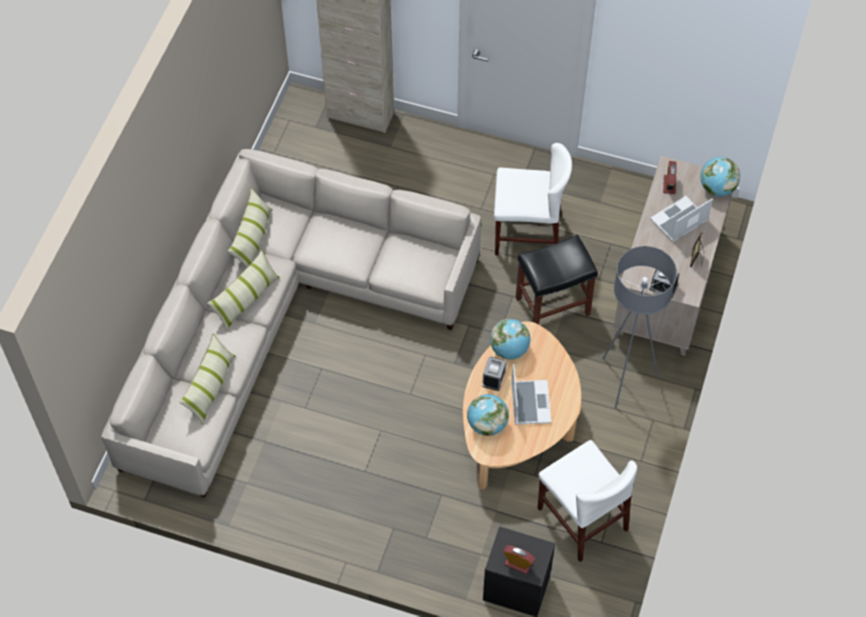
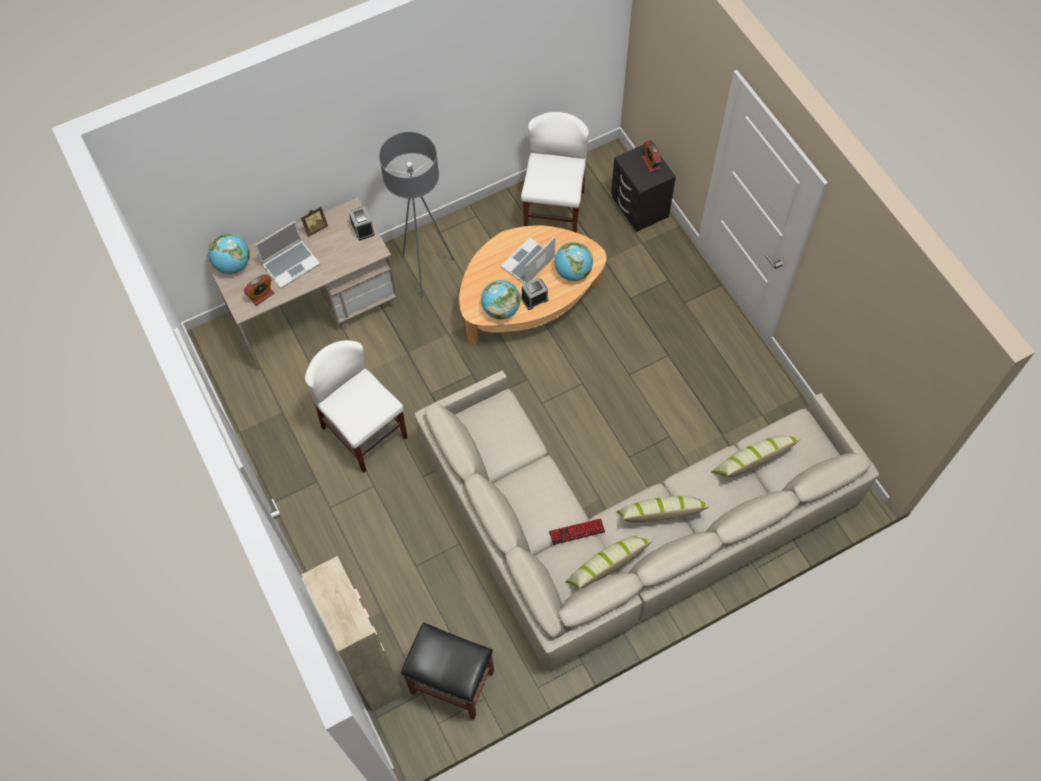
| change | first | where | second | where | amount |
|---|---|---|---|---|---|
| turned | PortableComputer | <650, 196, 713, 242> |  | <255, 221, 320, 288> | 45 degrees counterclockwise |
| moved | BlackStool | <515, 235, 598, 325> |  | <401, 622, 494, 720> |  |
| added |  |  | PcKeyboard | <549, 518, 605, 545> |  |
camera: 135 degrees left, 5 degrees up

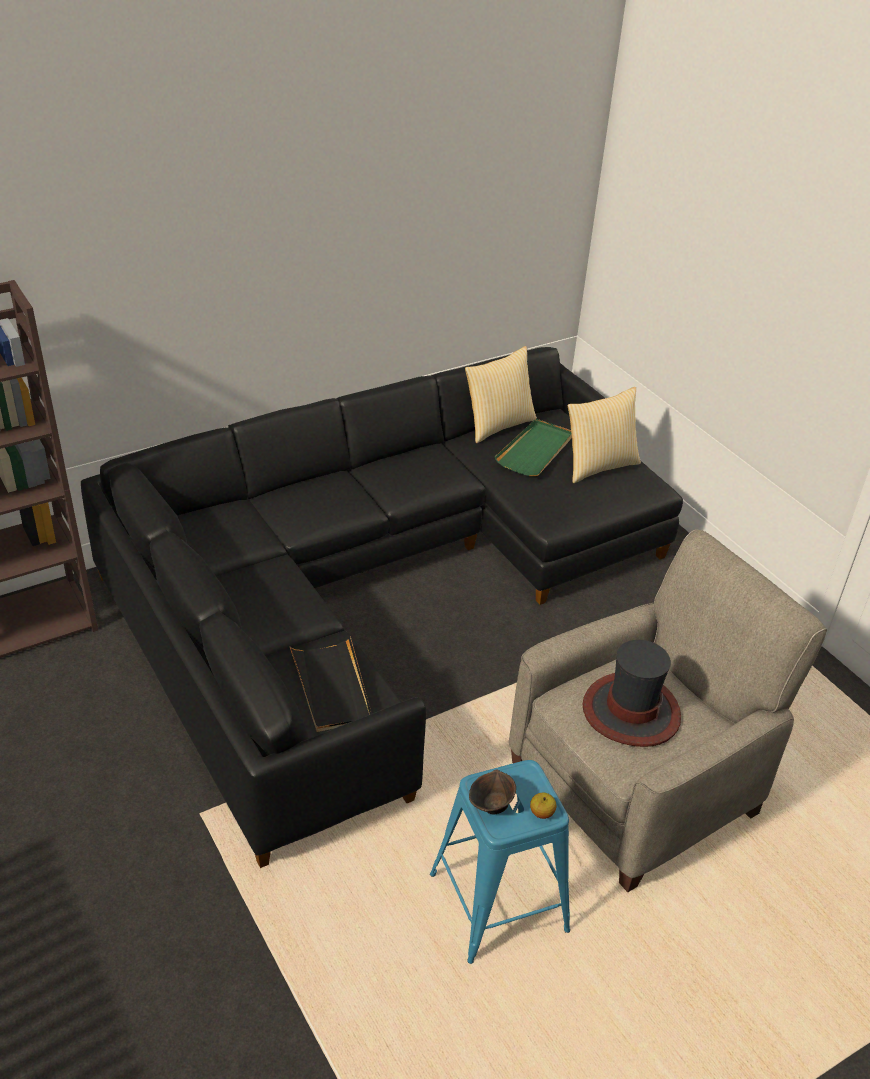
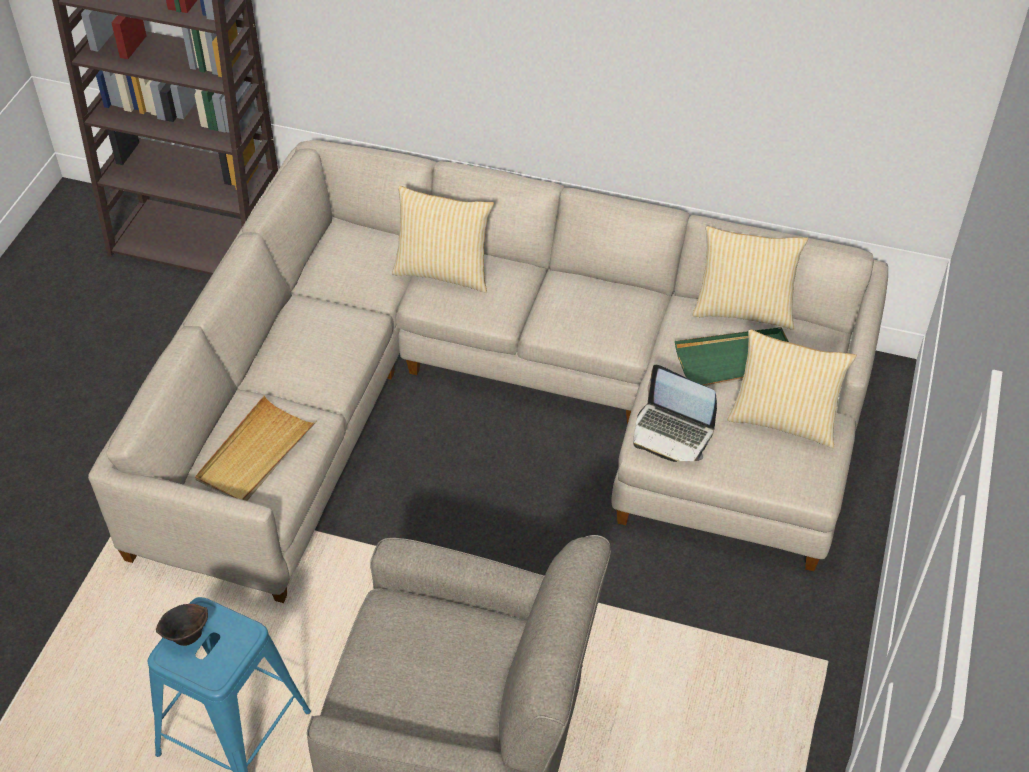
| change | first | where | second | where | amount |
|---|---|---|---|---|---|
| recoloured | BlackCouch | <81, 347, 683, 868> | BeigeCouch | <88, 140, 888, 603> |  |
| recoloured | BlackCarryingTray | <289, 636, 372, 732> | BeigeCarryingTray | <195, 395, 316, 501> |  |
| added |  |  | Cushion | <392, 186, 494, 293> |  |
| added |  |  | PortableComputer | <633, 364, 717, 462> |  |
| removed | AppleFruit | <530, 793, 556, 819> |  |  |  |
| removed | WearableHat | <582, 640, 681, 747> |  |  |  |
camera: 50 degrees right, 10 degrees up

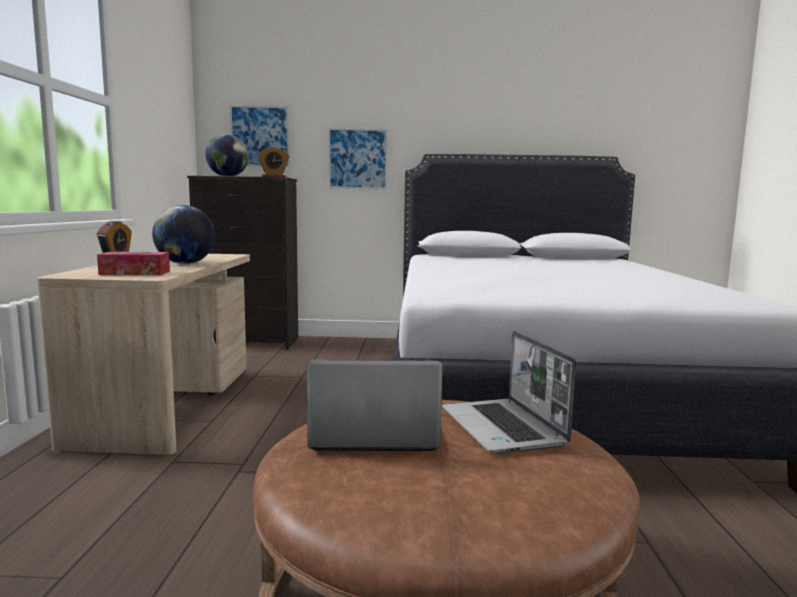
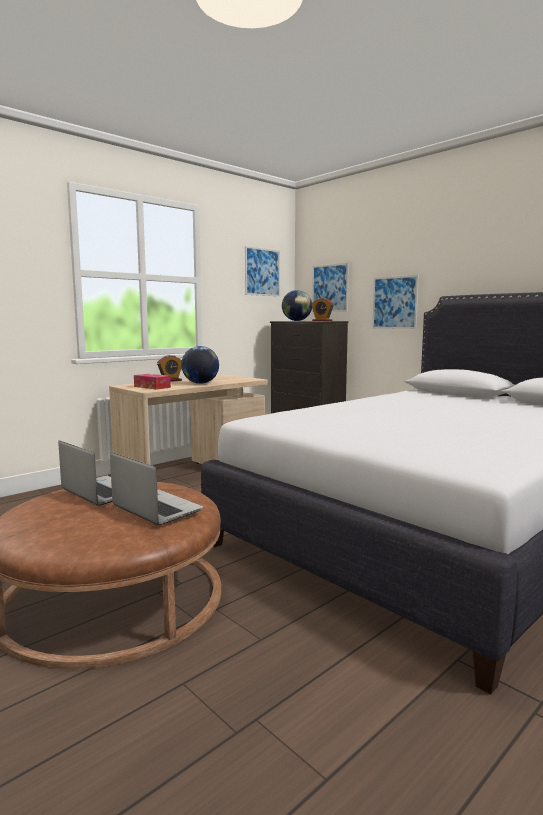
| change | first | where | second | where | amount |
|---|---|---|---|---|---|
| turned | PortableComputer | <442, 331, 576, 454> |  | <110, 452, 204, 525> | 105 degrees clockwise |
| added |  |  | WallPicture | <245, 246, 280, 296> |  |
camera: 45 degrees right, 0 degrees up

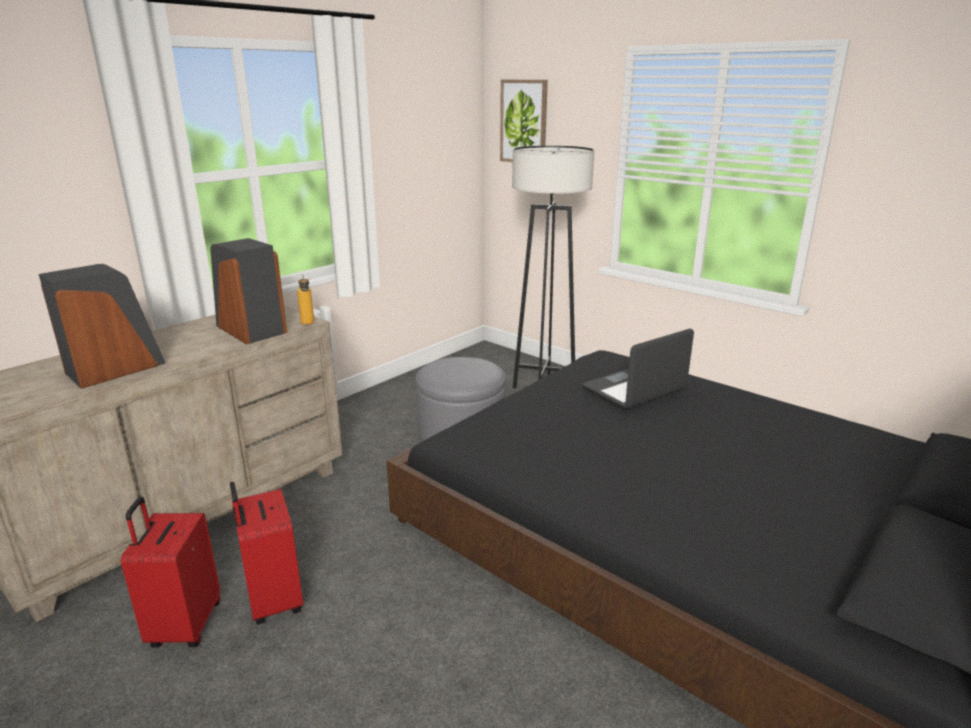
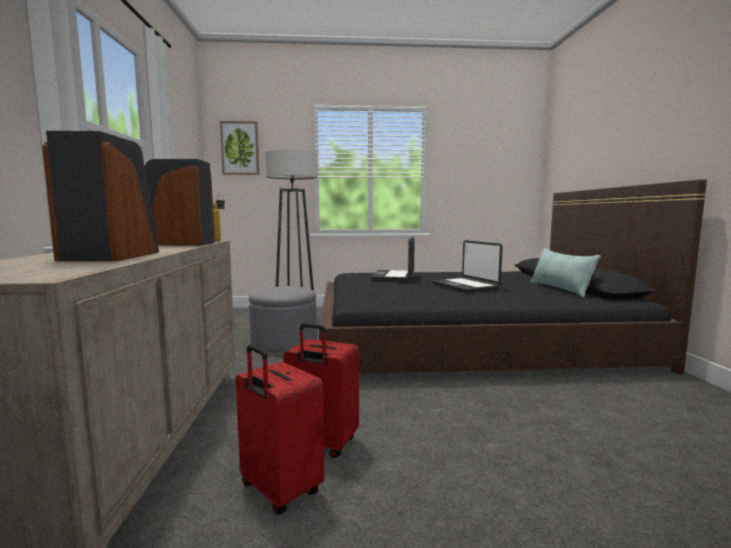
| change | first | where | second | where | amount |
|---|---|---|---|---|---|
| added |  |  | PortableComputer | <432, 240, 503, 292> |  |
| added |  |  | Cushion | <531, 248, 601, 298> |  |
camera: 45 degrees left, 15 degrees down

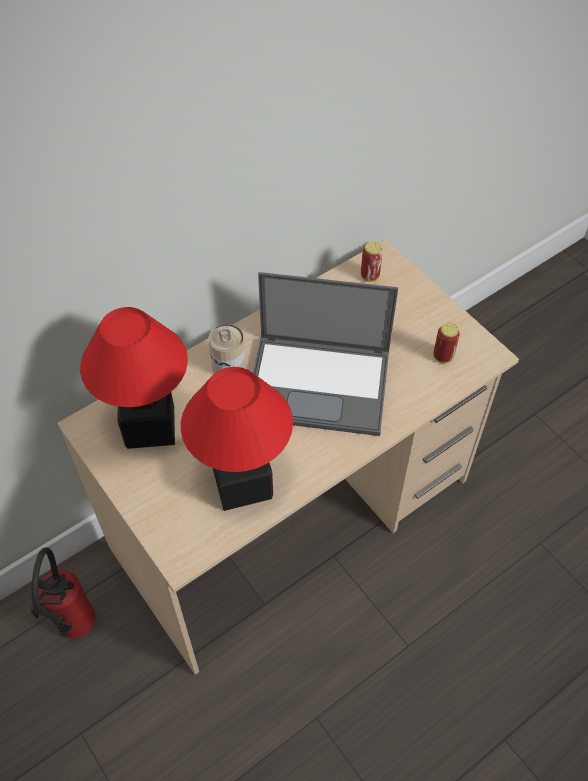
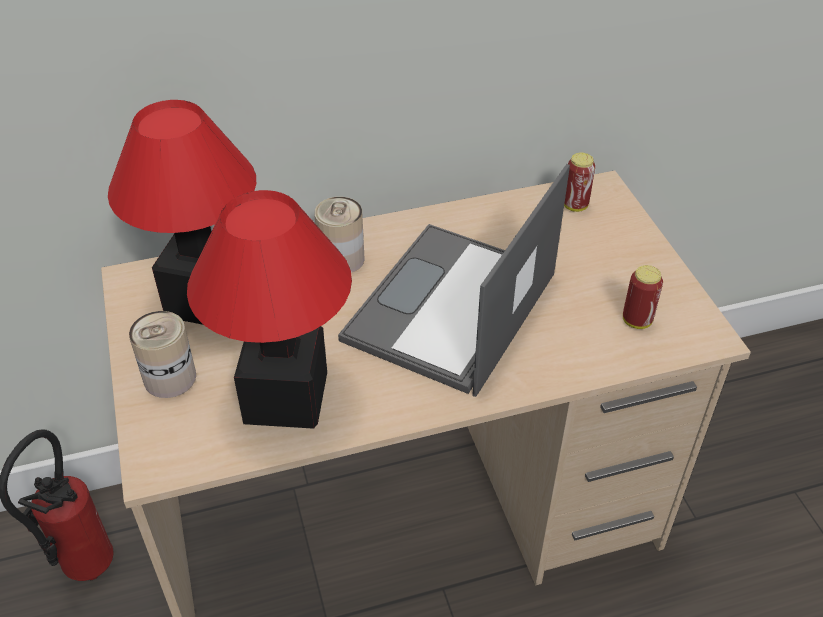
| change | first | where | second | where | amount |
|---|---|---|---|---|---|
| added |  |  | MetalCan | <129, 311, 196, 398> |  |
| turned | PortableComputer | <253, 272, 398, 436> |  | <338, 164, 570, 397> | 90 degrees clockwise |
camera: 20 degrees right, 10 degrees down

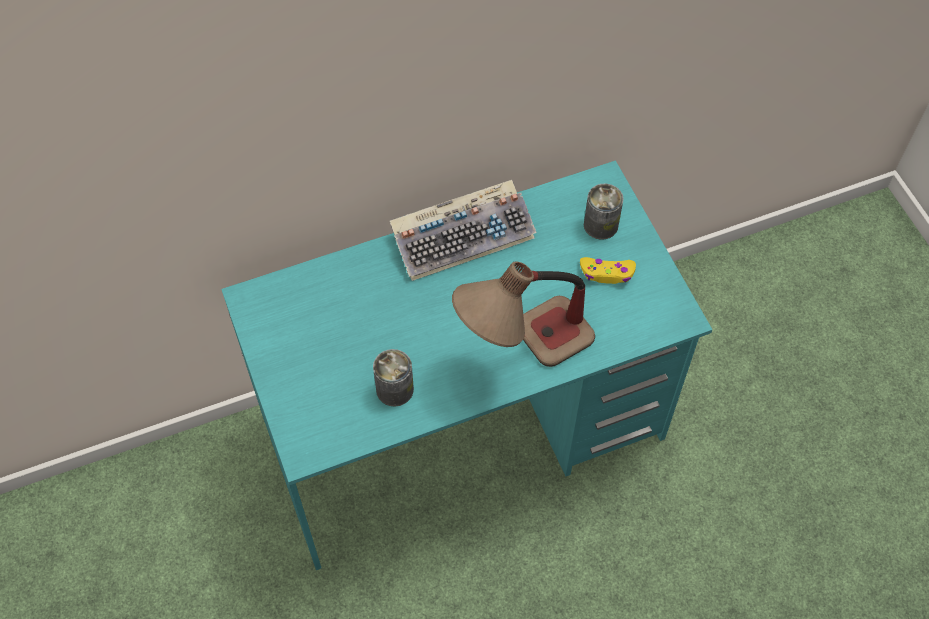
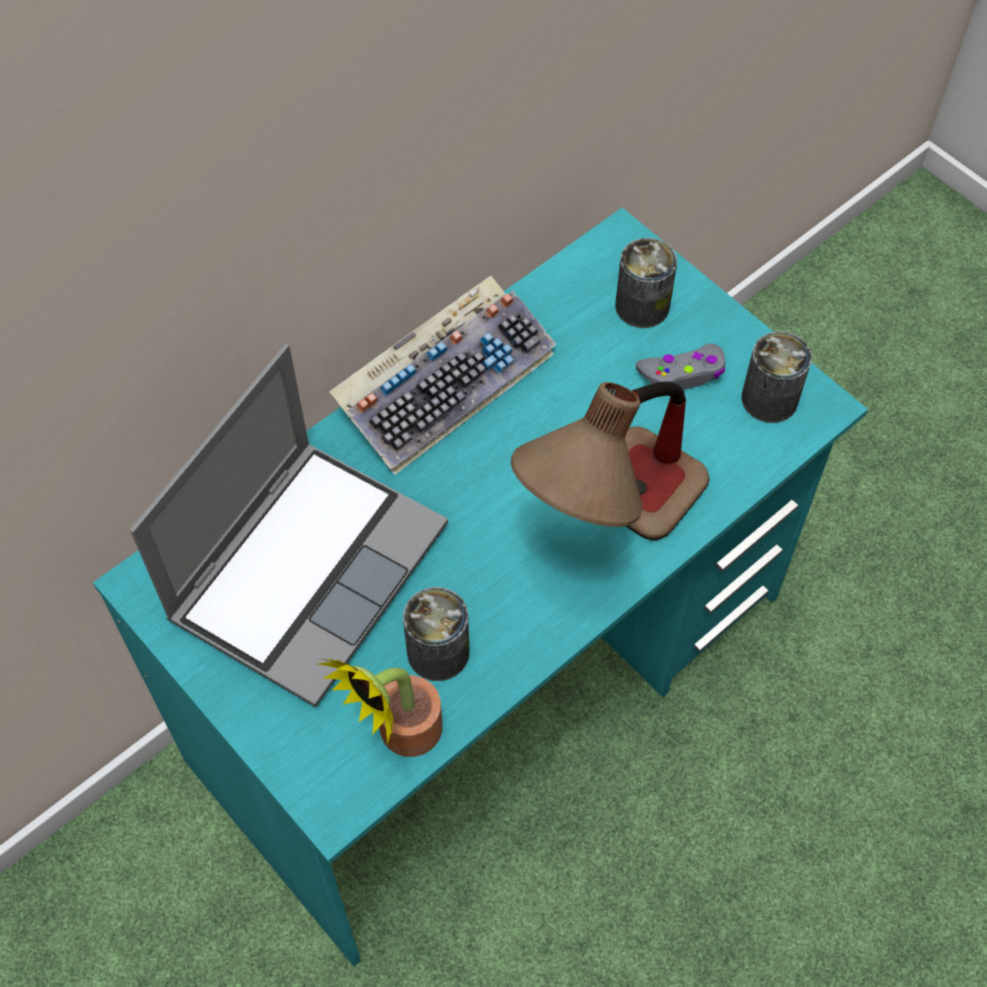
| change | first | where | second | where | amount |
|---|---|---|---|---|---|
| added |  |  | PortableComputer | <130, 344, 448, 707> |  |
| added |  |  | PottedPlant | <319, 659, 442, 757> |  |
| recoloured | YellowJoypad | <580, 257, 636, 284> | GreyishJoypad | <636, 344, 725, 390> |  |
| added |  |  | MetalCan | <742, 331, 812, 423> |  |
camera: 20 degrees left, 0 degrees up

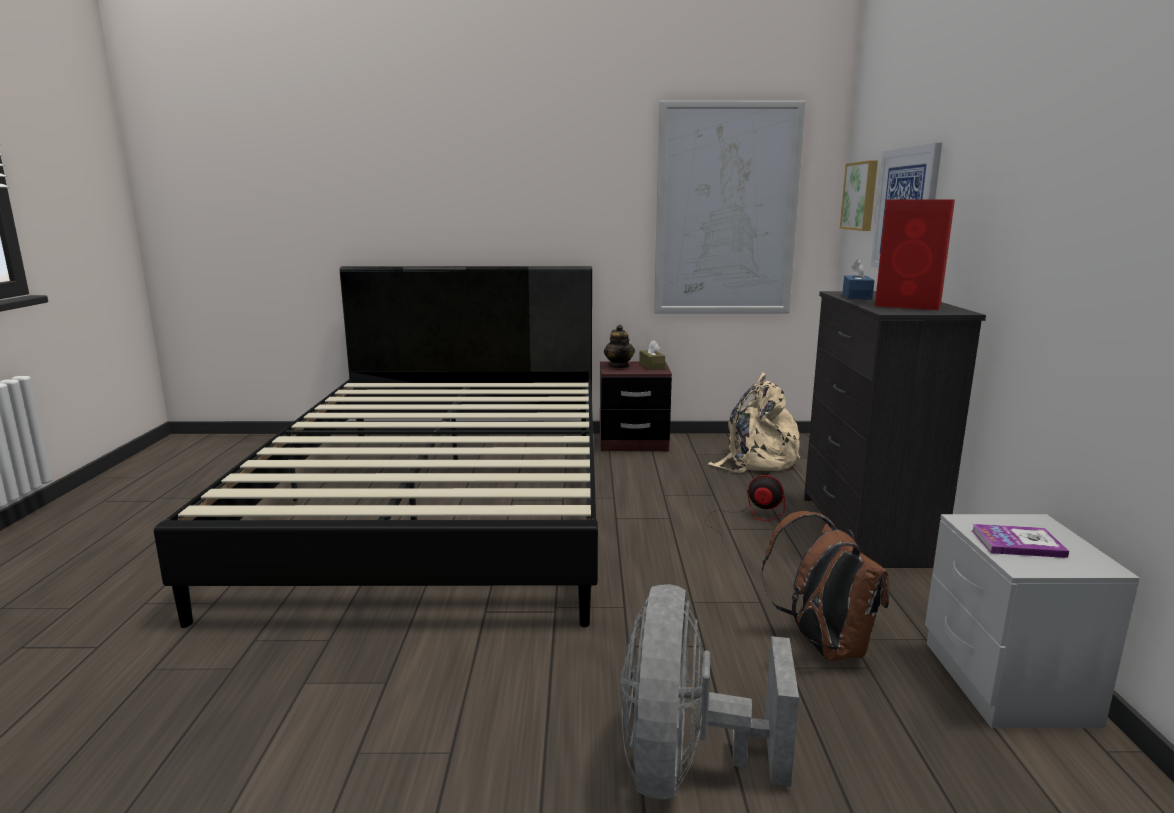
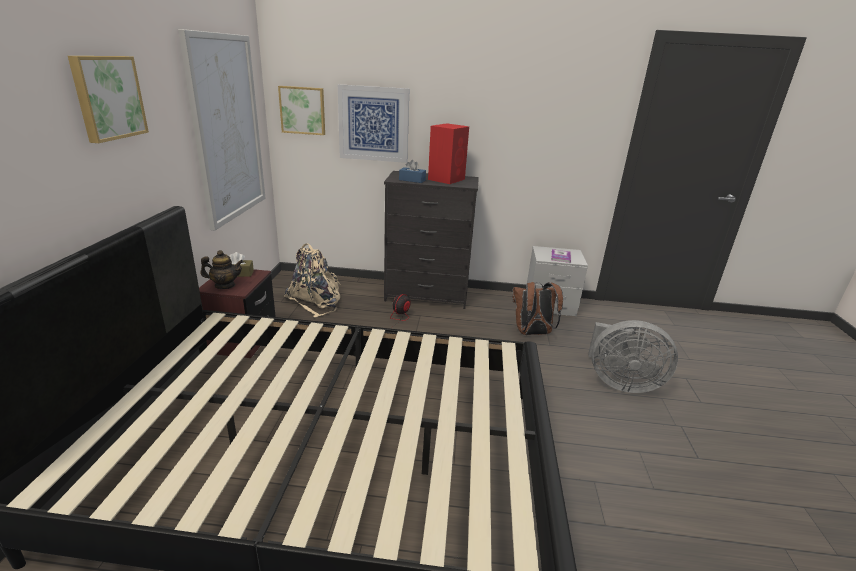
| change | first | where | second | where | amount |
|---|---|---|---|---|---|
| added |  |  | WallPicture | <68, 56, 149, 143> |  |
camera: 85 degrees left, 10 degrees up

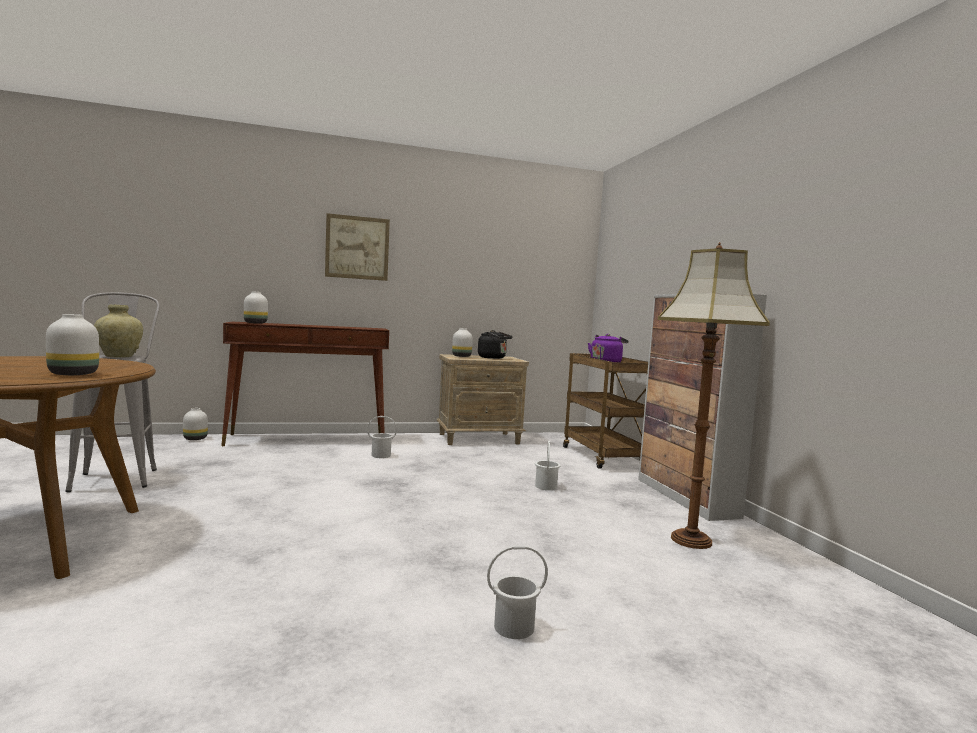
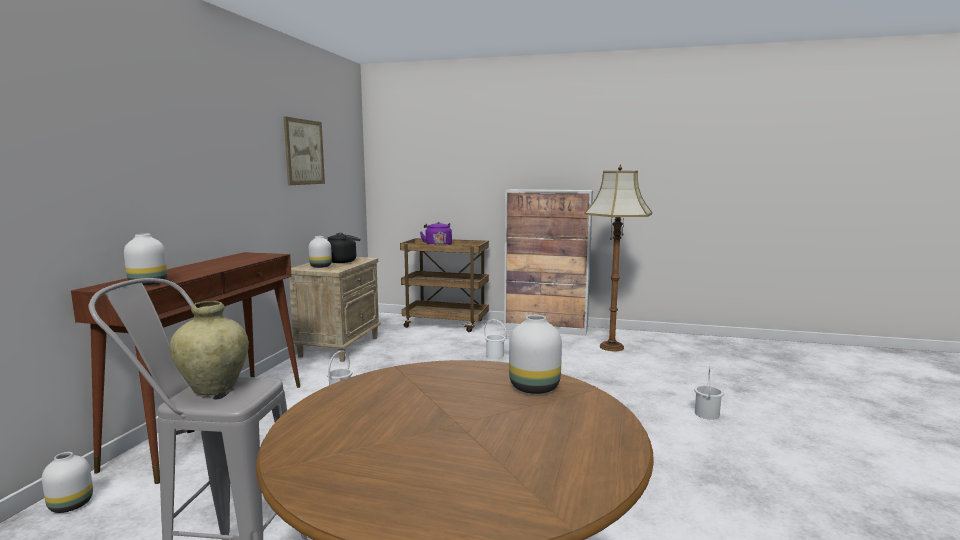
| change | first | where | second | where | amount |
|---|---|---|---|---|---|
| moved | WallPicture | <325, 213, 390, 281> |  | <284, 117, 325, 185> |  |
camera: 60 degrees left, 5 degrees up

